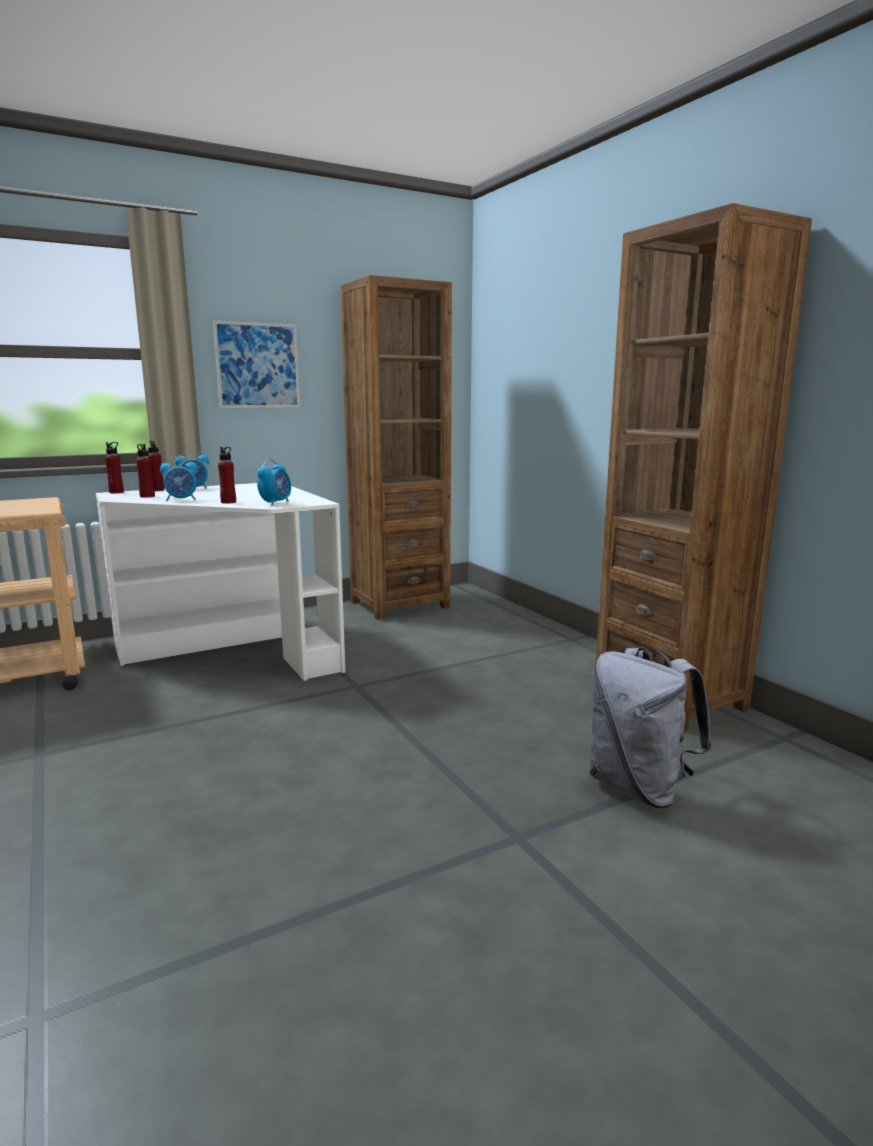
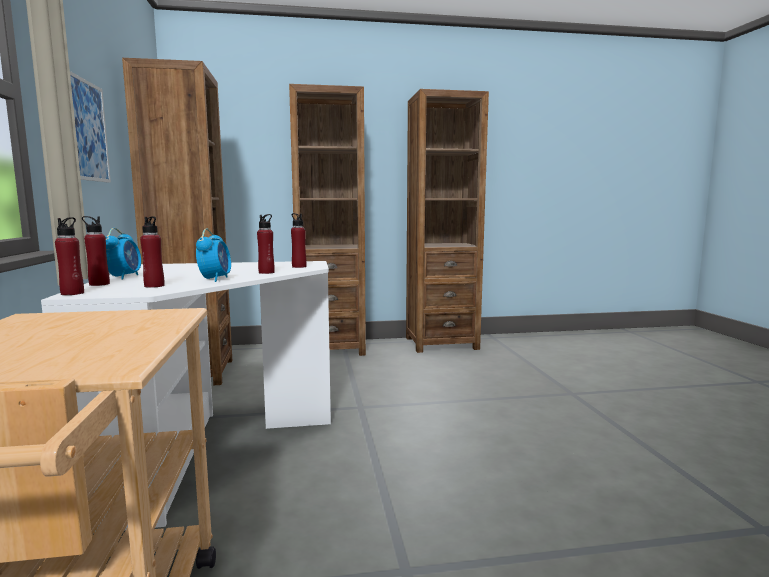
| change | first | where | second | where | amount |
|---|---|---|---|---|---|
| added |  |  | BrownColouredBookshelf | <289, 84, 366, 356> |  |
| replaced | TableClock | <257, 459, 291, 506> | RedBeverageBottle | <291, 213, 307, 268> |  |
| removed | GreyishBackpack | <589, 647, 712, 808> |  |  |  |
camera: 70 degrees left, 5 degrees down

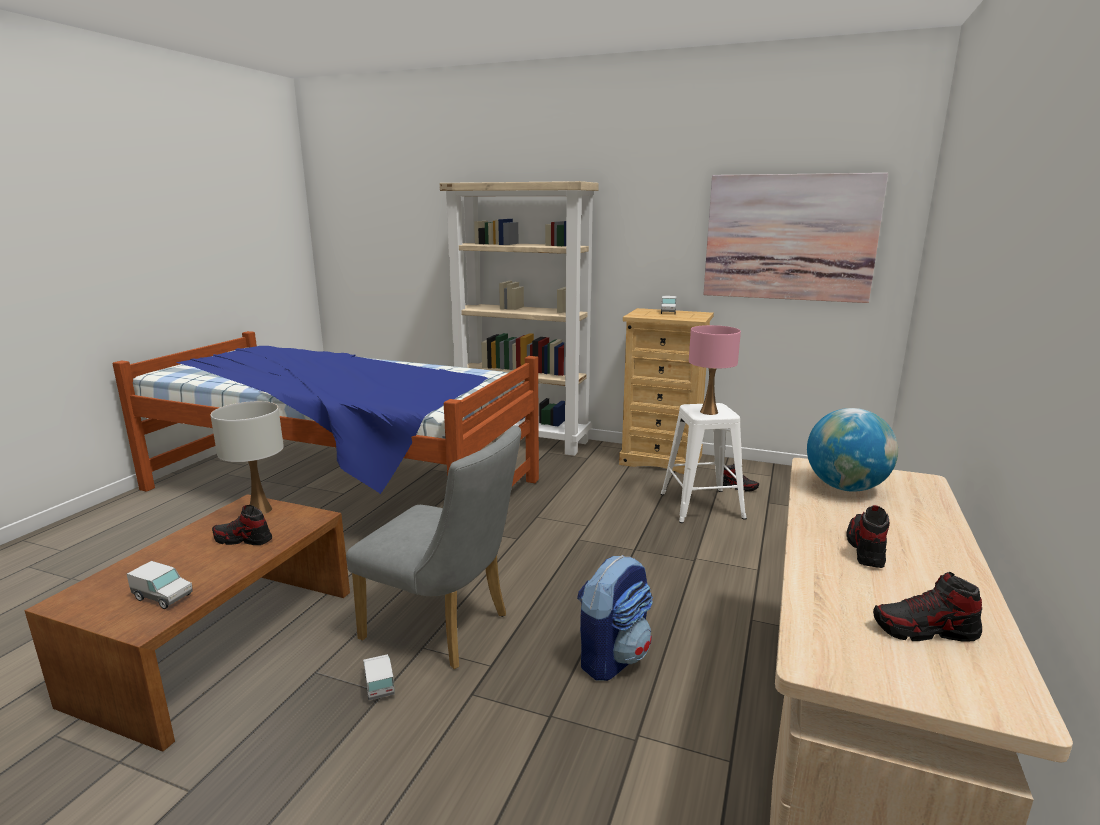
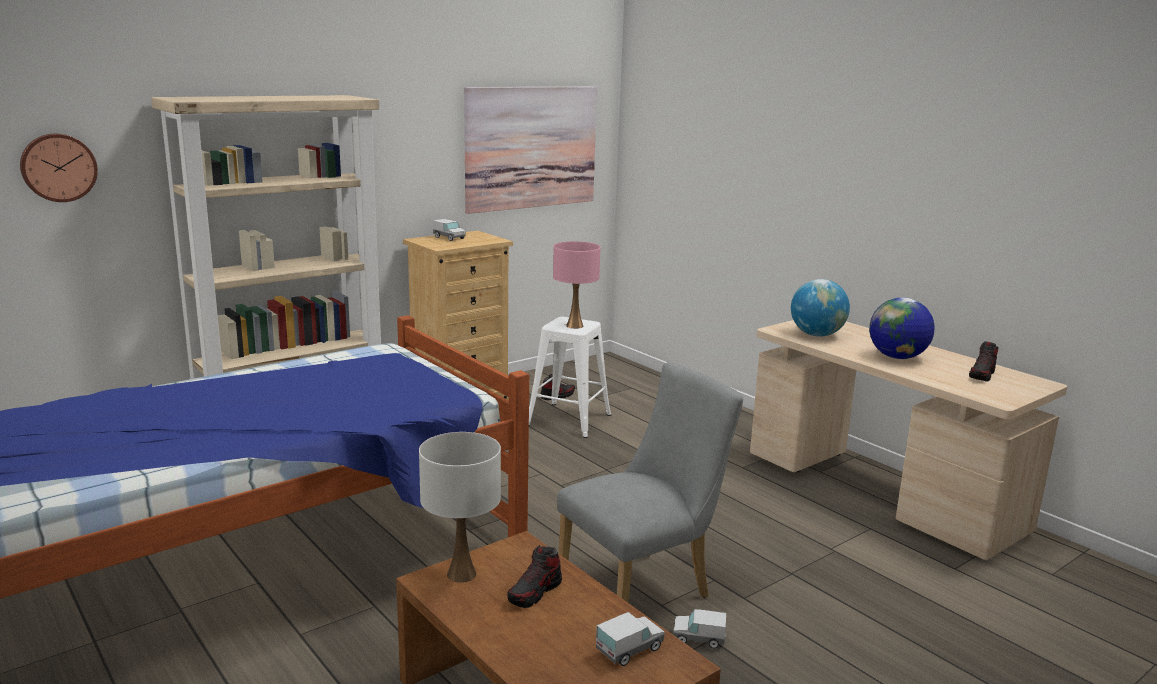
| change | first | where | second | where | amount |
|---|---|---|---|---|---|
| added |  |  | WallClock | <20, 134, 98, 202> |  |
| replaced | Shoe | <846, 505, 890, 568> | DeskGlobe | <869, 298, 935, 359> |  |
| removed | Backpack | <577, 555, 653, 681> |  |  |  |
camera: 60 degrees left, 0 degrees up

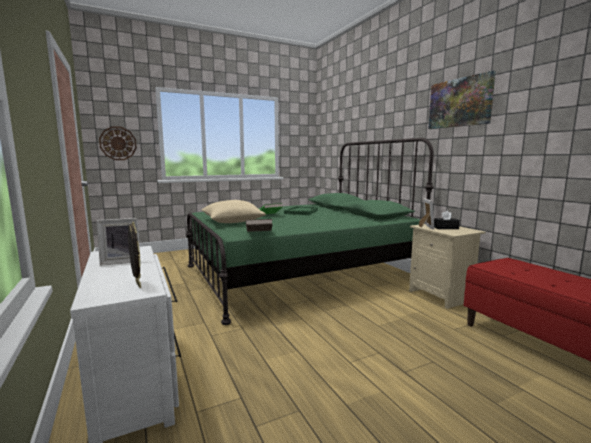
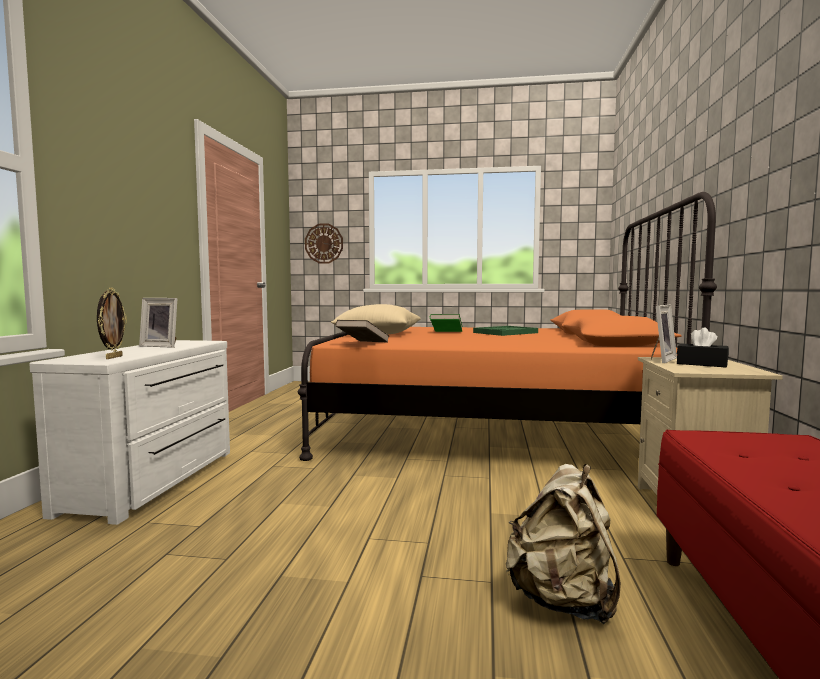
| change | first | where | second | where | amount |
|---|---|---|---|---|---|
| recoloured | GreenColouredBed | <186, 138, 434, 325> | OrangeyBed | <298, 192, 717, 461> |  |
| added |  |  | BeigeBackpack | <506, 464, 621, 624> |  |
| removed | WallPicture | <428, 70, 496, 129> |  |  |  |
camera: 35 degrees right, 5 degrees down

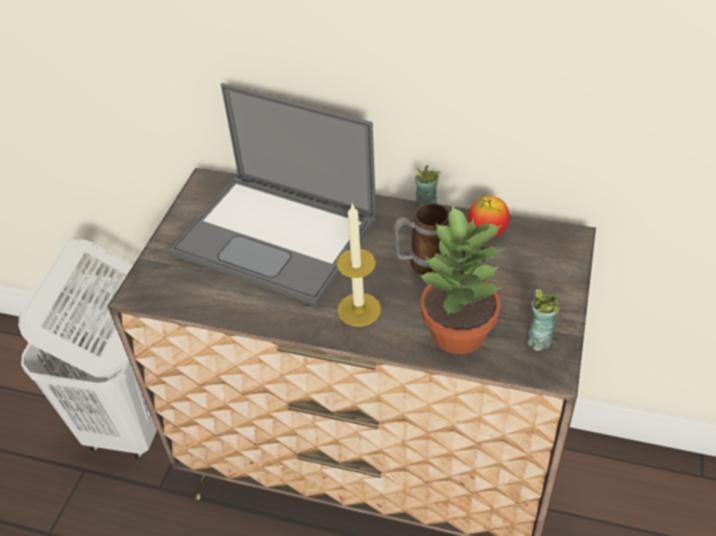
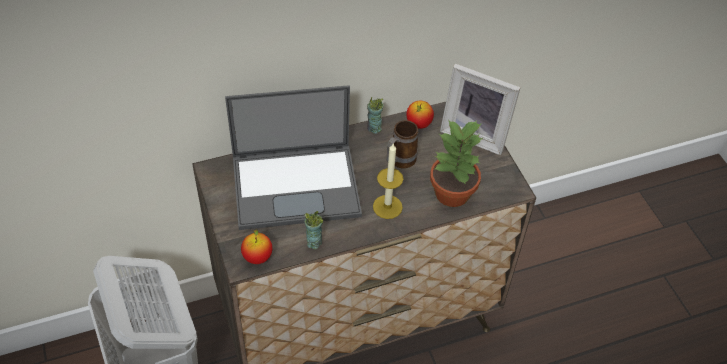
| change | first | where | second | where | amount |
|---|---|---|---|---|---|
| added |  |  | AppleFruit | <241, 229, 272, 264> |  |
| moved | DrinkingCup | <527, 289, 560, 351> |  | <304, 211, 323, 249> |  |
| added |  |  | StandingFrame | <440, 64, 521, 155> |  |
camera: 40 degrees left, 5 degrees up

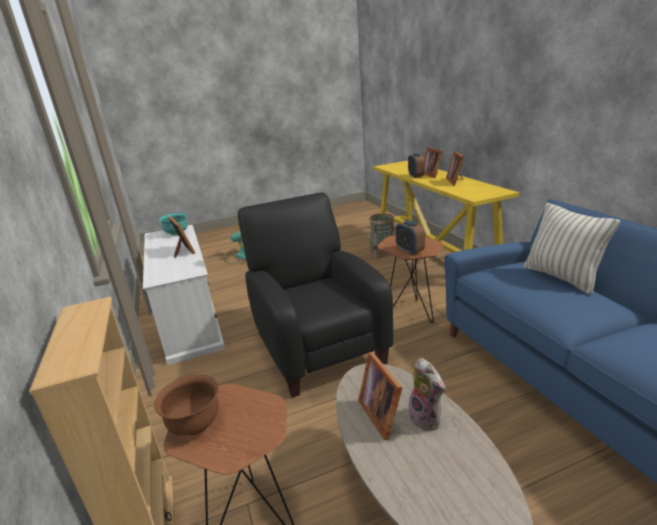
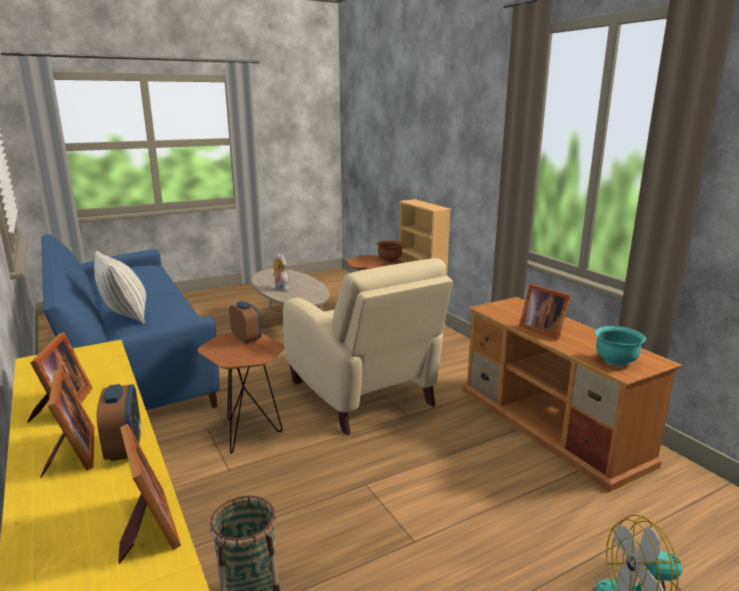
| change | first | where | second | where | amount |
|---|---|---|---|---|---|
| moved | StandingFrame | <358, 352, 403, 440> |  | <118, 424, 181, 563> |  |
| recoloured | BlackLoungeChair | <238, 192, 393, 398> | BeigeLoungeChair | <283, 258, 453, 435> |  |
| recoloured | WhiteTvUnit | <143, 225, 225, 365> | BrownColouredTvUnit | <462, 297, 682, 492> |  |
camera: 170 degrees right, 5 degrees down

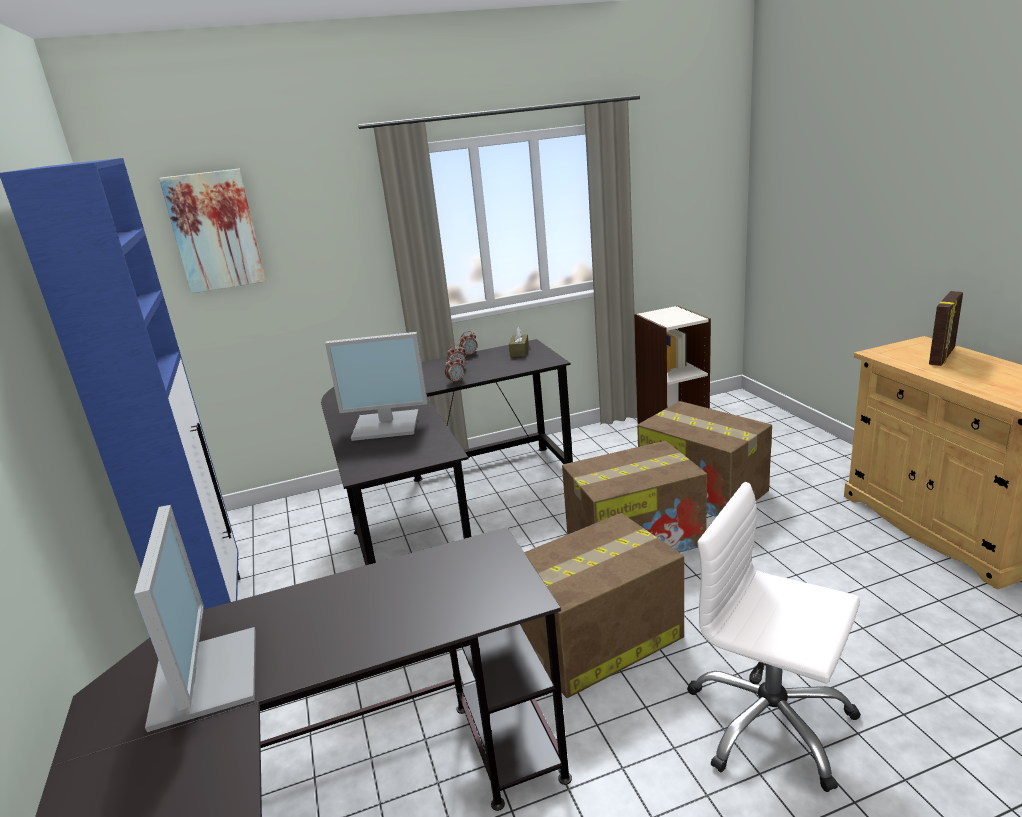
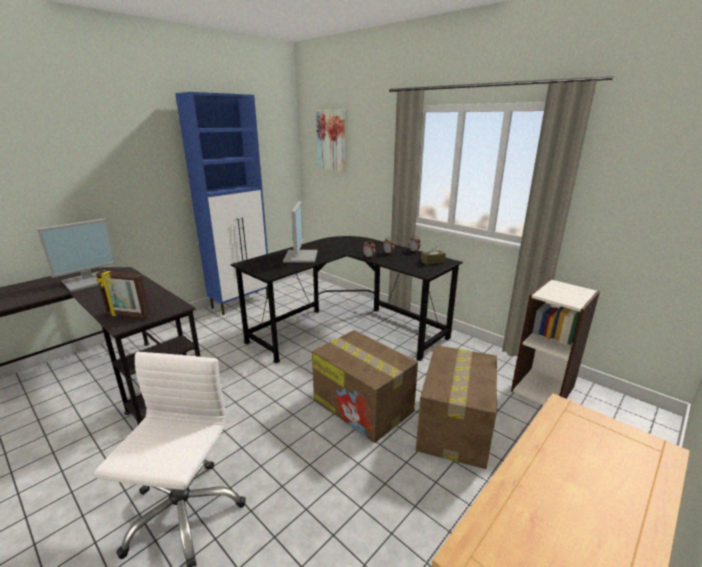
| change | first | where | second | where | amount |
|---|---|---|---|---|---|
| moved | StandingFrame | <929, 291, 963, 366> |  | <96, 271, 151, 319> |  |
| turned | Monitor | <325, 332, 428, 441> |  | <283, 201, 318, 262> | 150 degrees counterclockwise |
| removed | Carton | <520, 513, 684, 698> |  |  |  |
camera: 60 degrees right, 0 degrees up

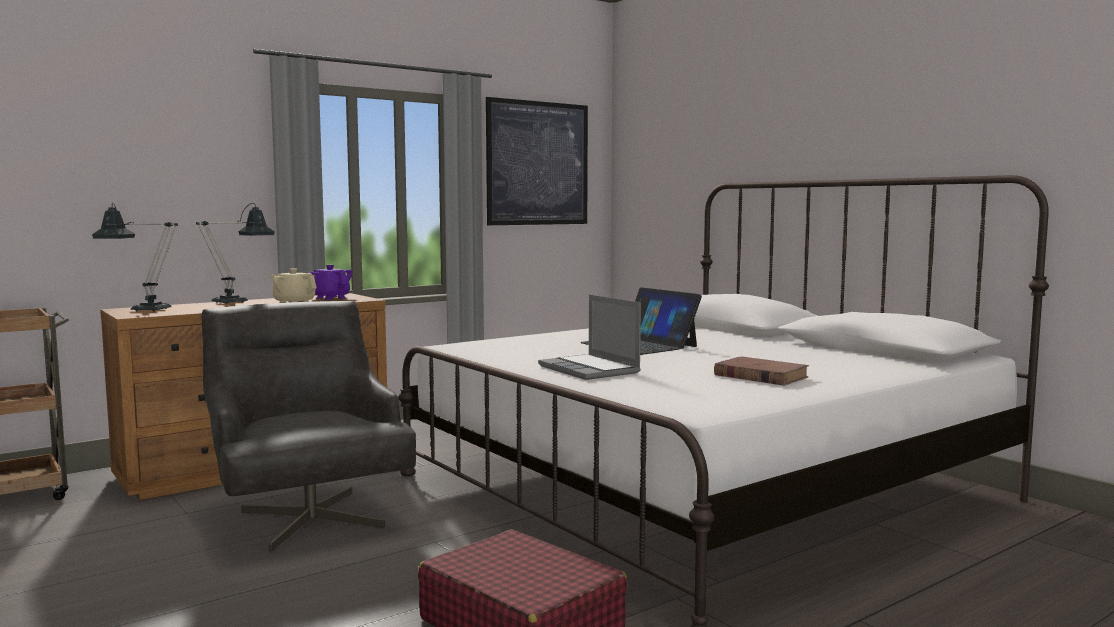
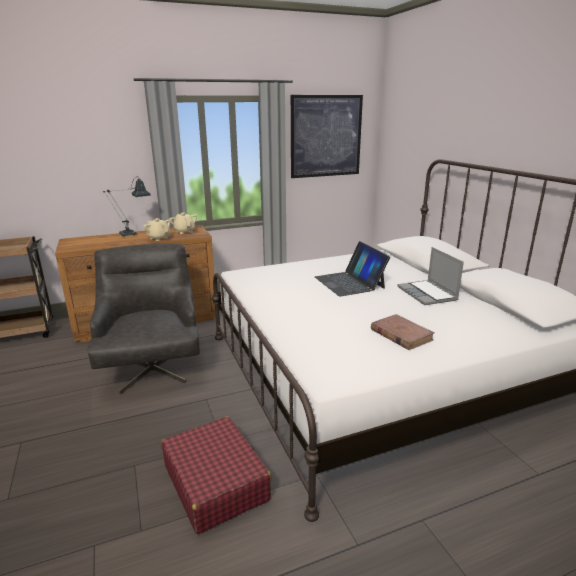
| change | first | where | second | where | amount |
|---|---|---|---|---|---|
| recoloured | PurpleTeapot | <308, 265, 352, 300> | BeigeTeapot | <169, 213, 197, 234> |  |
| moved | PortableComputer | <538, 295, 641, 380> |  | <398, 247, 464, 305> |  |
| removed | TabletopLamp | <92, 203, 178, 312> |  |  |  |
camera: 15 degrees right, 15 degrees up

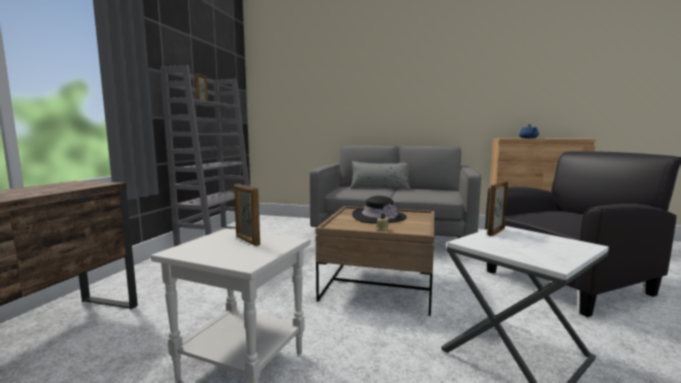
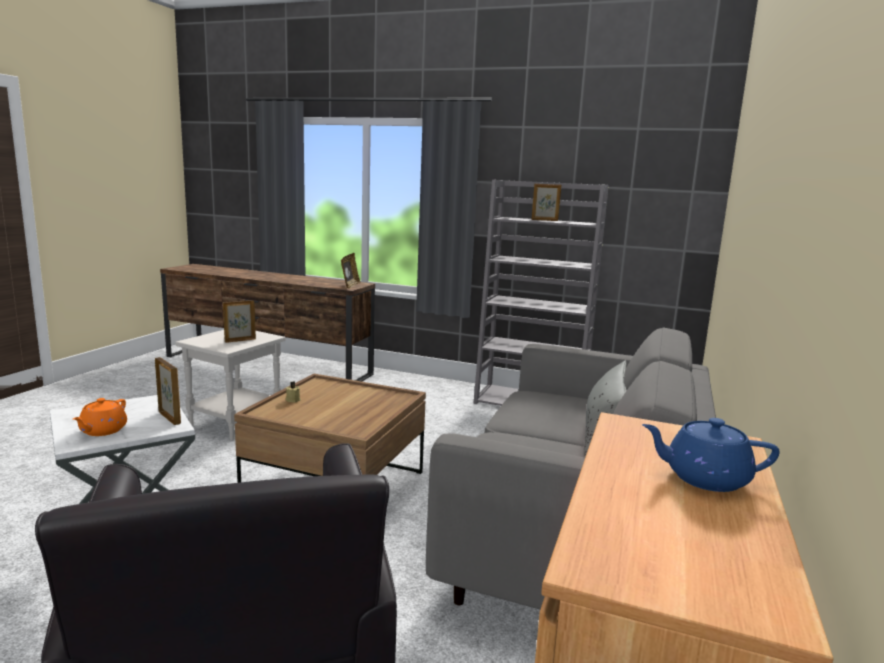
| change | first | where | second | where | amount |
|---|---|---|---|---|---|
| added |  |  | OrangeyTeapot | <73, 398, 127, 436> |  |
| added |  |  | StandingFrame | <341, 253, 361, 289> |  |
| removed | BlackWearableHat | <352, 196, 406, 224> |  |  |  |
camera: 95 degrees right, 5 degrees up

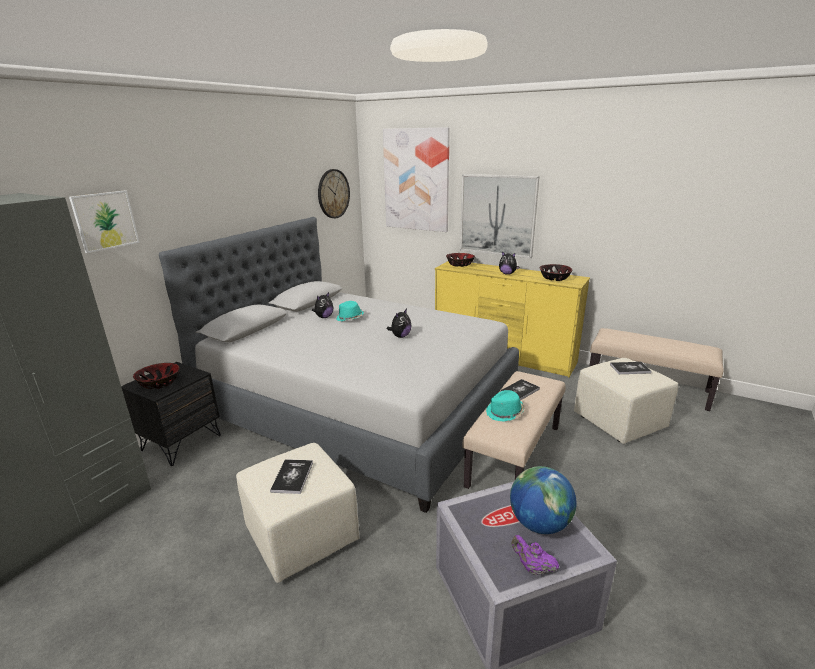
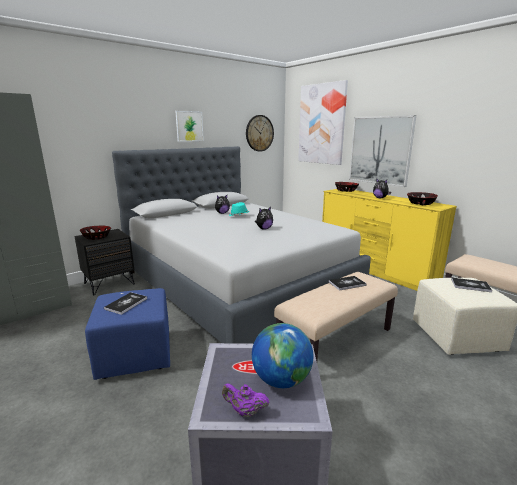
| change | first | where | second | where | amount |
|---|---|---|---|---|---|
| recoloured | BeigePouffe | <236, 443, 360, 583> | BluishPouffe | <85, 288, 170, 380> |  |
| moved | WallPicture | <69, 191, 139, 253> |  | <175, 111, 204, 142> |  |
| turned | PurpleTeapot | <512, 535, 559, 575> |  | <222, 383, 269, 417> | 45 degrees counterclockwise |
| removed | TurquoiseColouredWearableHat | <486, 390, 524, 421> |  |  |  |
camera: 20 degrees right, 5 degrees down

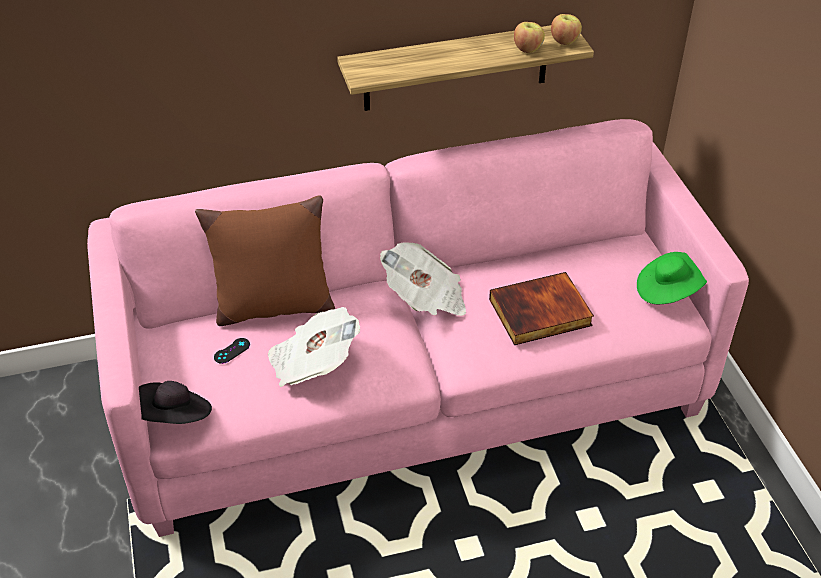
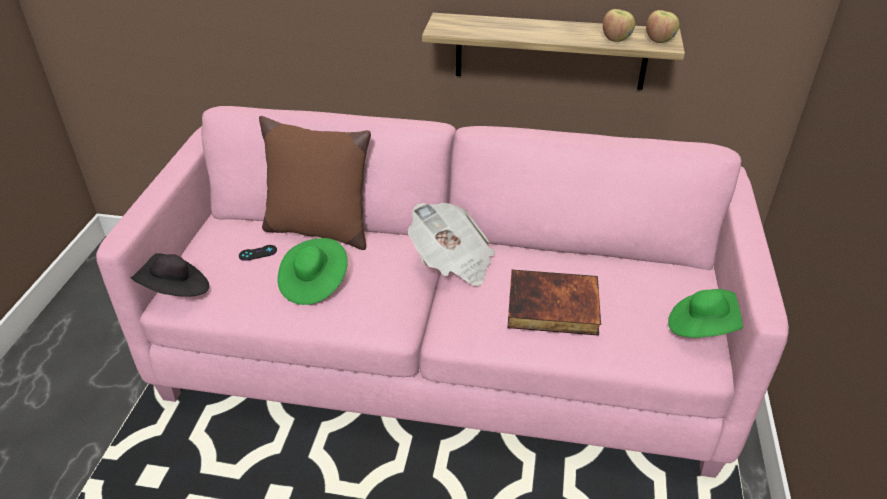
| change | first | where | second | where | amount |
|---|---|---|---|---|---|
| replaced | DailyPaper | <268, 307, 360, 387> | GreenColouredWearableHat | <277, 238, 348, 305> |  |
camera: 25 degrees right, 5 degrees down

